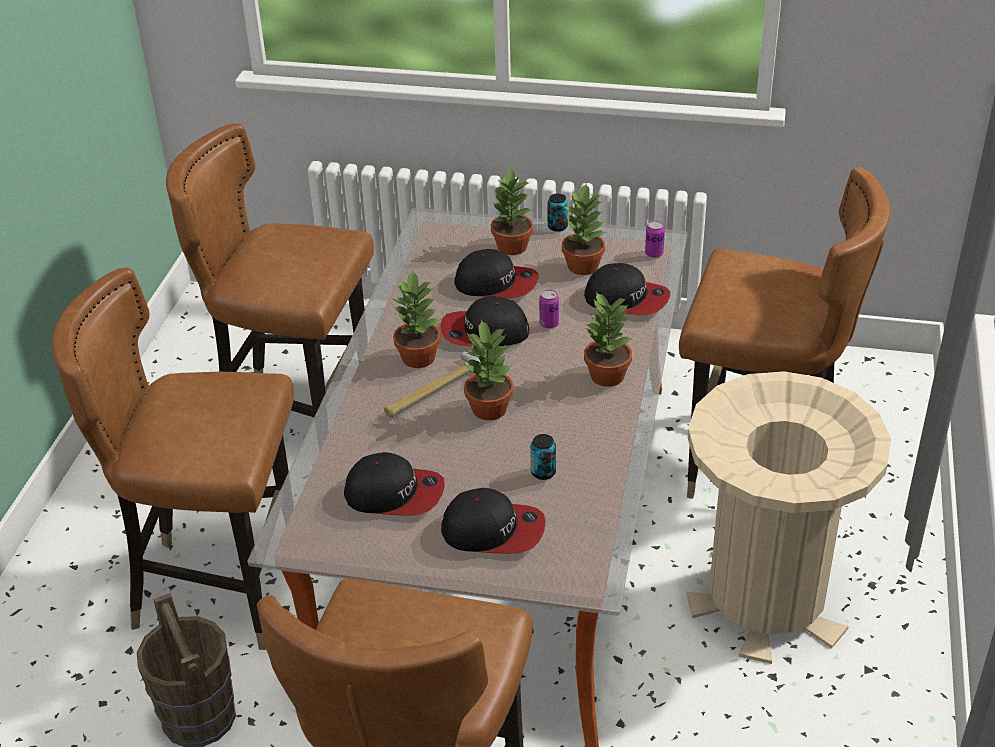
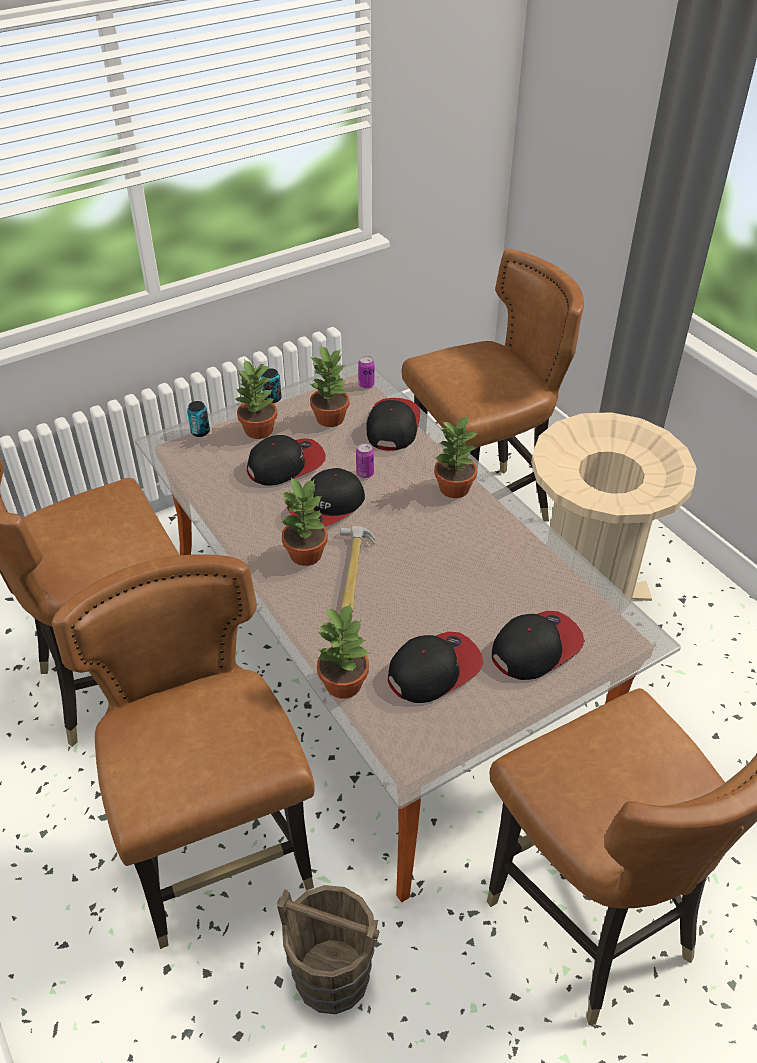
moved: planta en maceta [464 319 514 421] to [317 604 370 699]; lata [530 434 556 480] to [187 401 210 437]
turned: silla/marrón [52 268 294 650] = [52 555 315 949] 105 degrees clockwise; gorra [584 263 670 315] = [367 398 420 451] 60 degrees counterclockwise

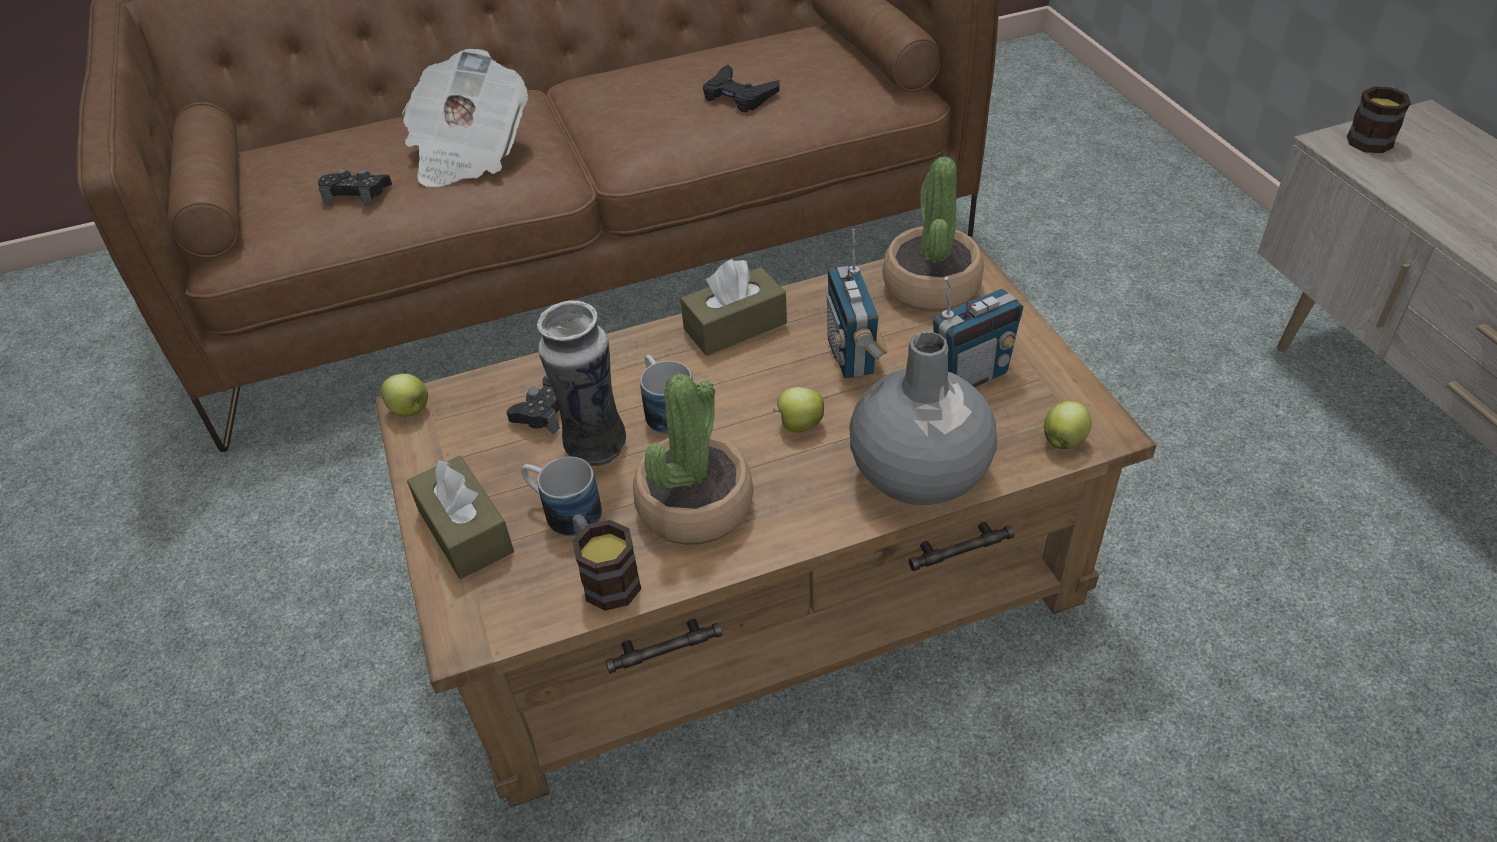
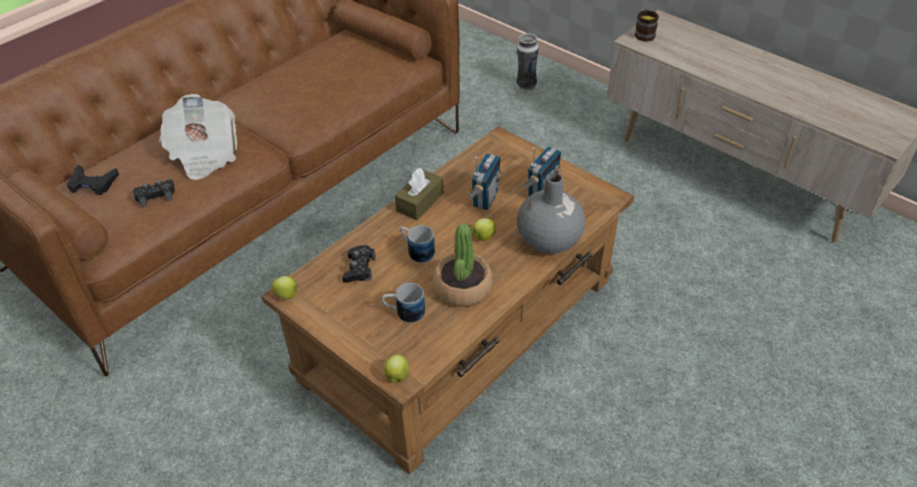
removed: caja de pañuelos/marrón [407 455 514 579]; taza grande [572 514 641 611]; planta en maceta [883 156 984 312]
moved: florero [537 301 626 466] to [516 33 539 90]; mando de consola/negro [703 65 780 112] to [67 165 119 195]; manzana [1044 401 1092 449] to [384 354 409 383]
turned: radio [827 229 888 378] = [467 154 502 210] 120 degrees counterclockwise

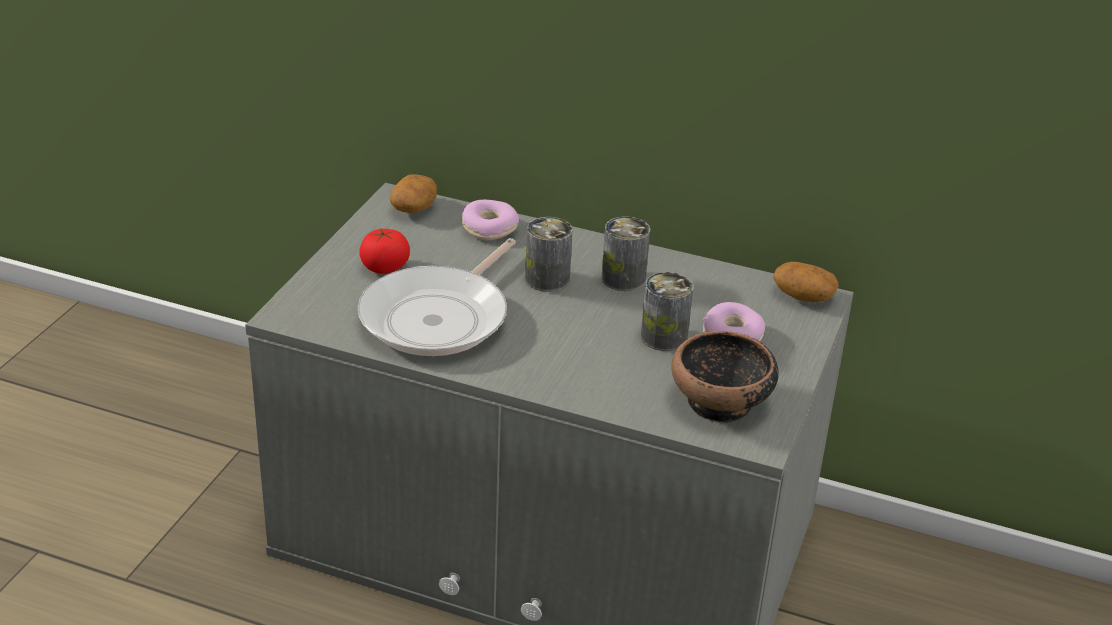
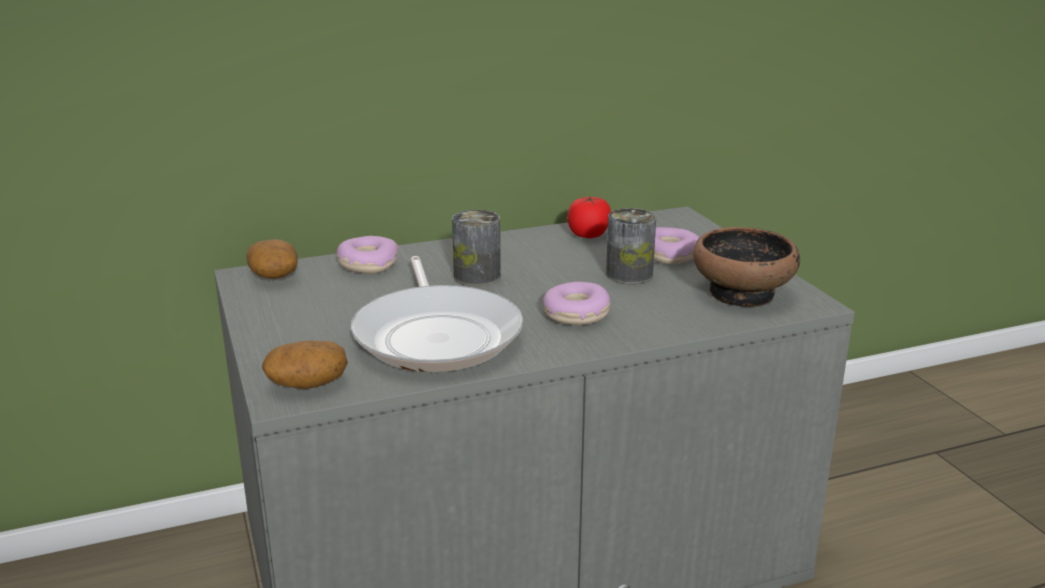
removed: lata [601 216 650 291]
added: rosquilla [543 282 611 325]
moved: tomate [359 228 410 274] to [567 197 611 238]; patata [773 262 839 302] to [262 341 348 389]

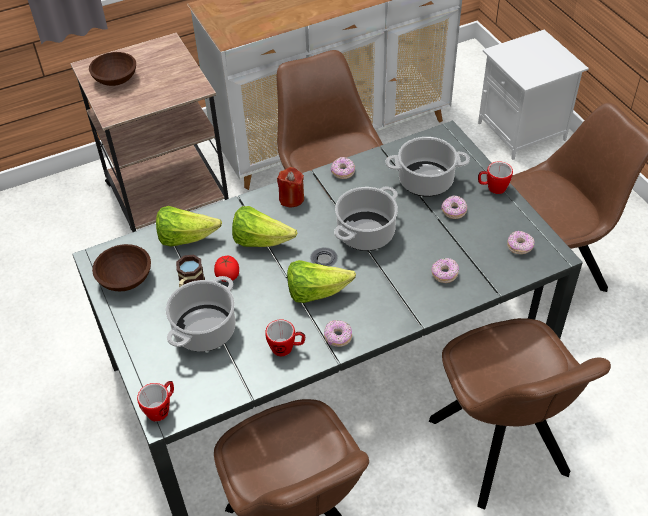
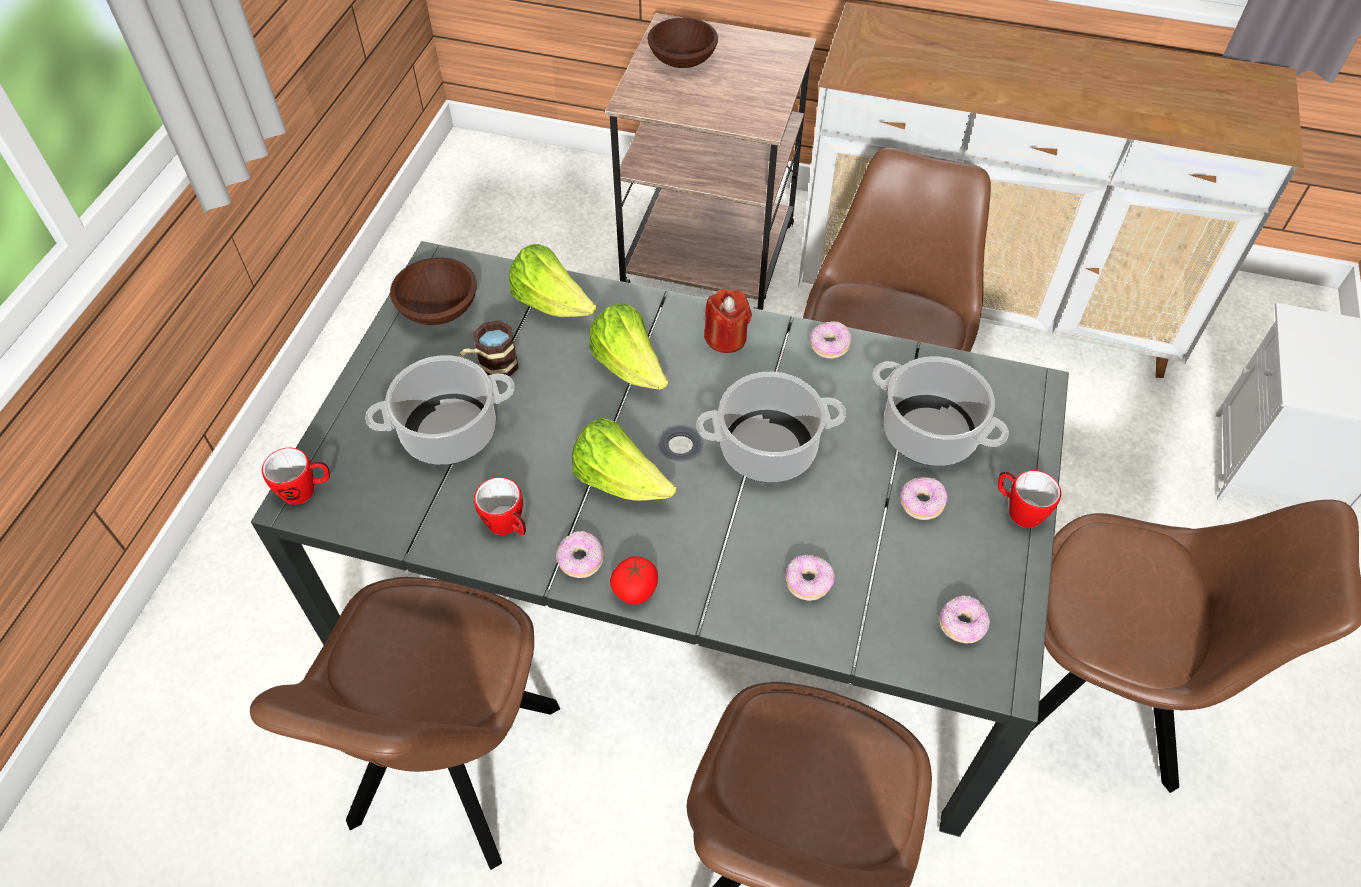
moved: tomate [214 256 239 282] to [610 556 658 605]

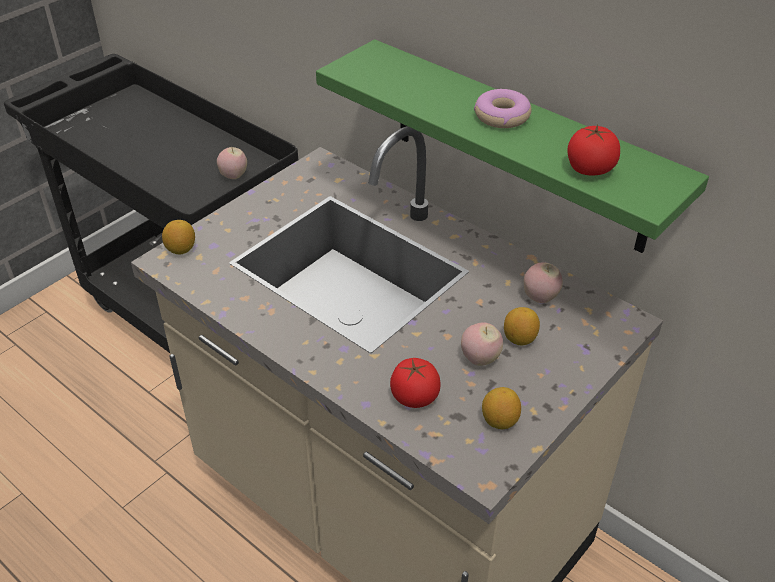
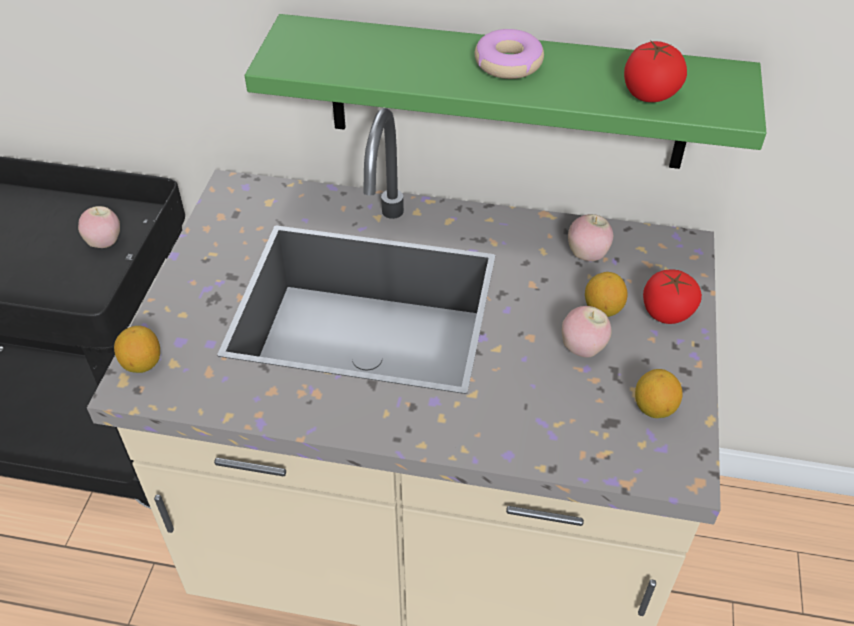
moved: tomate [390 358 441 408] to [643 270 702 324]

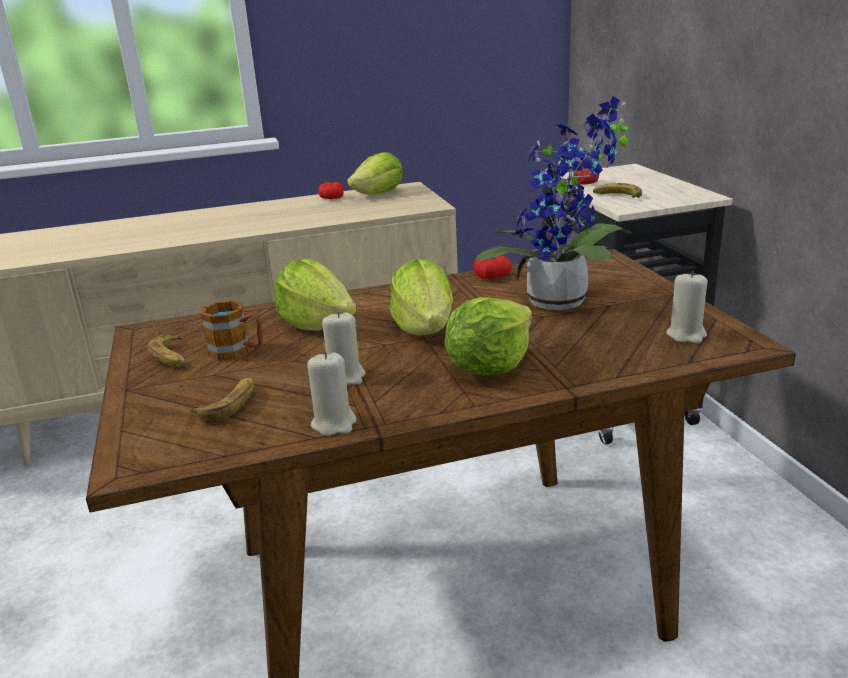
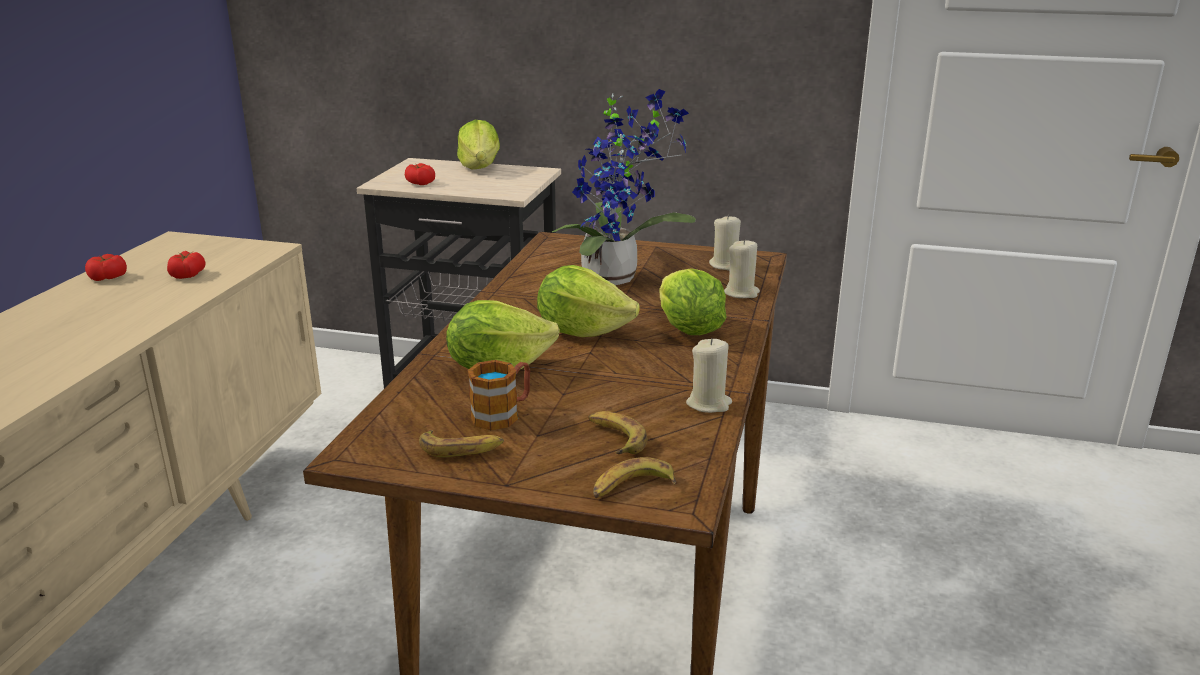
moved: vela/beis [322 311 366 385] to [724 239 760 298]; lechuga [347 152 403 195] to [457 120 500 170]; tomate [474 254 512 279] to [167 251 205 279]; plátano [593 183 642 198] to [593 457 676 498]

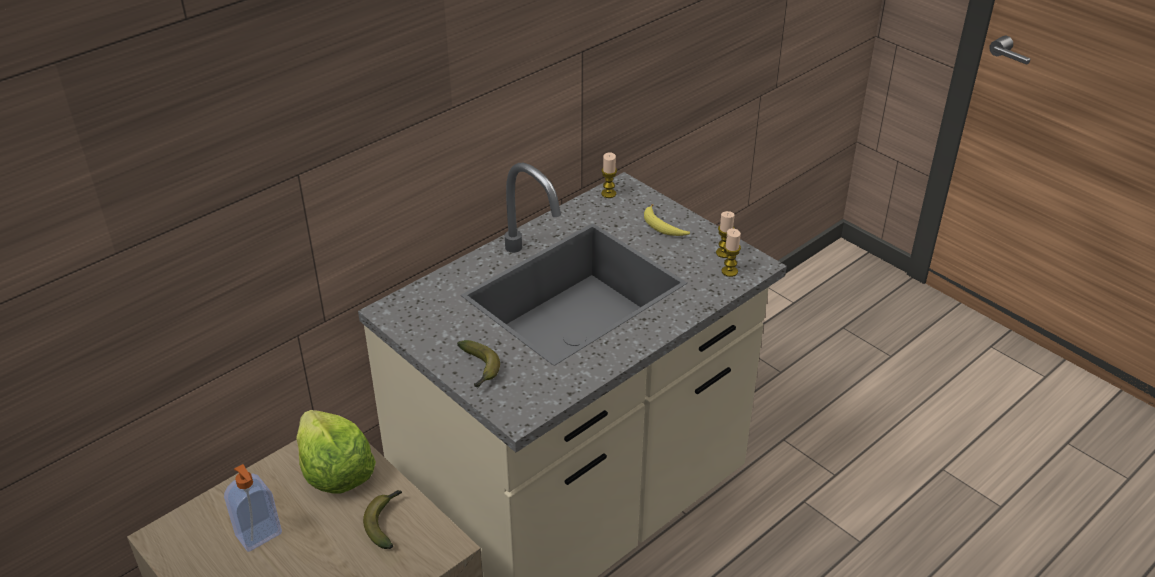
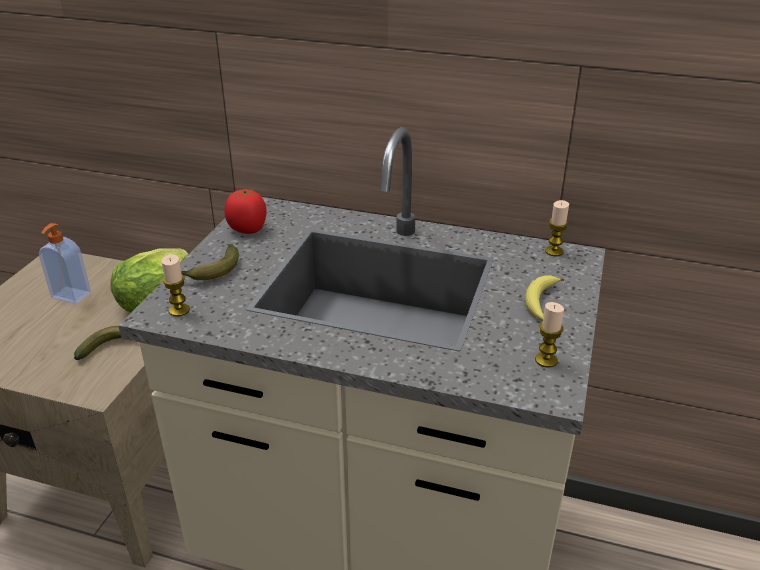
added: tomate [224 189 267 234]
moved: vela [721 228 741 277] to [161 254 190 317]

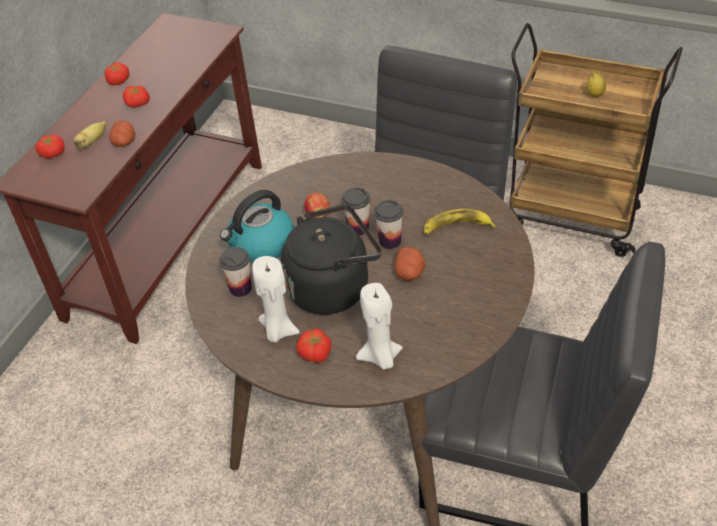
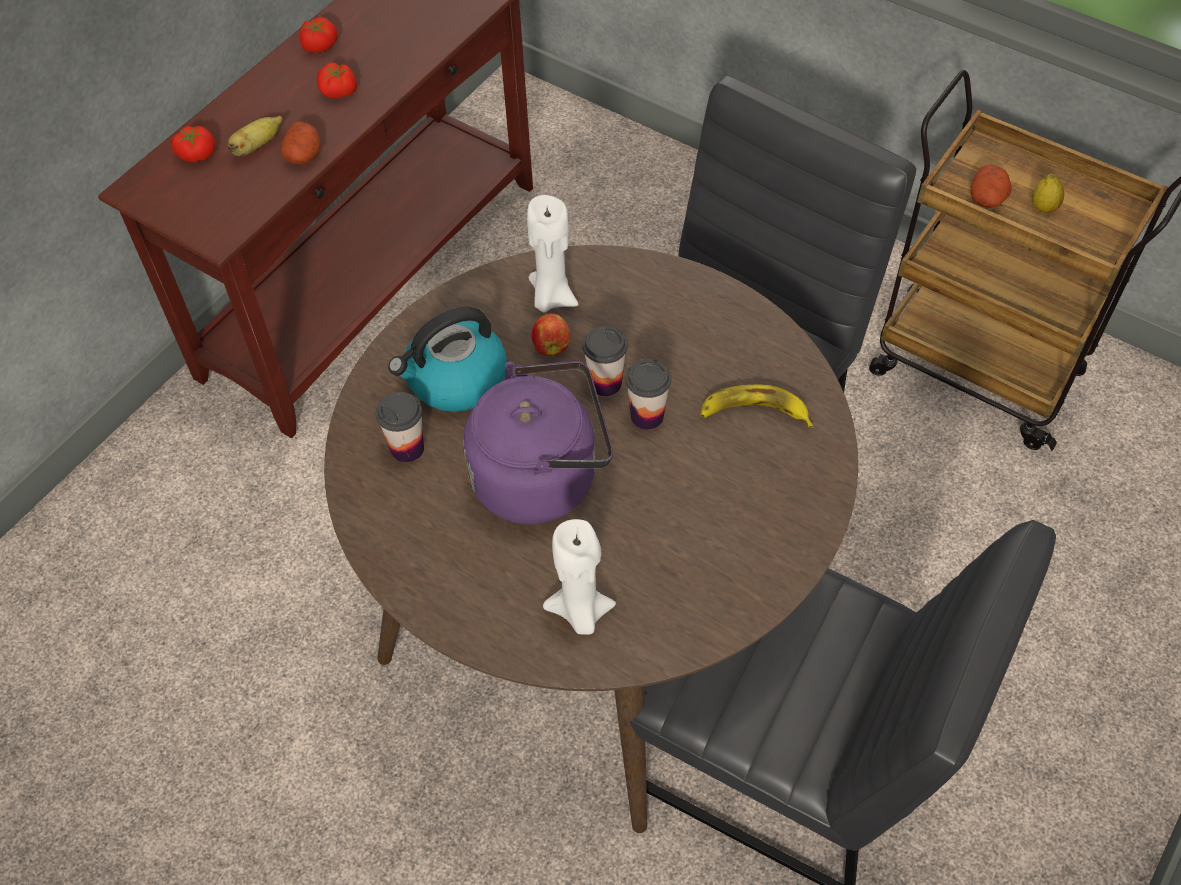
removed: tomate [296 329 331 363]
moved: vela/blanco [252 256 300 343] to [527 195 578 312]; patata [394 247 426 280] to [971 164 1012 208]
recoloured: hervidor/negro [281 205 381 315] to hervidor/morado [463 361 613 525]

